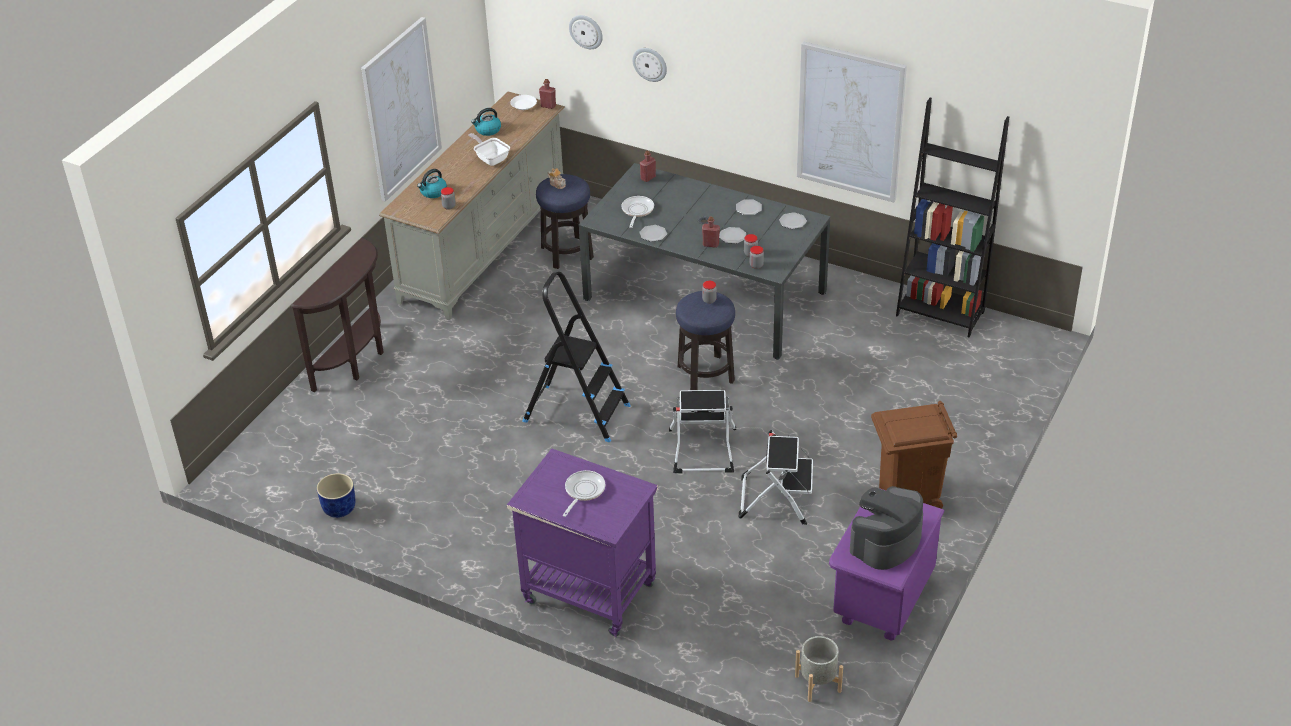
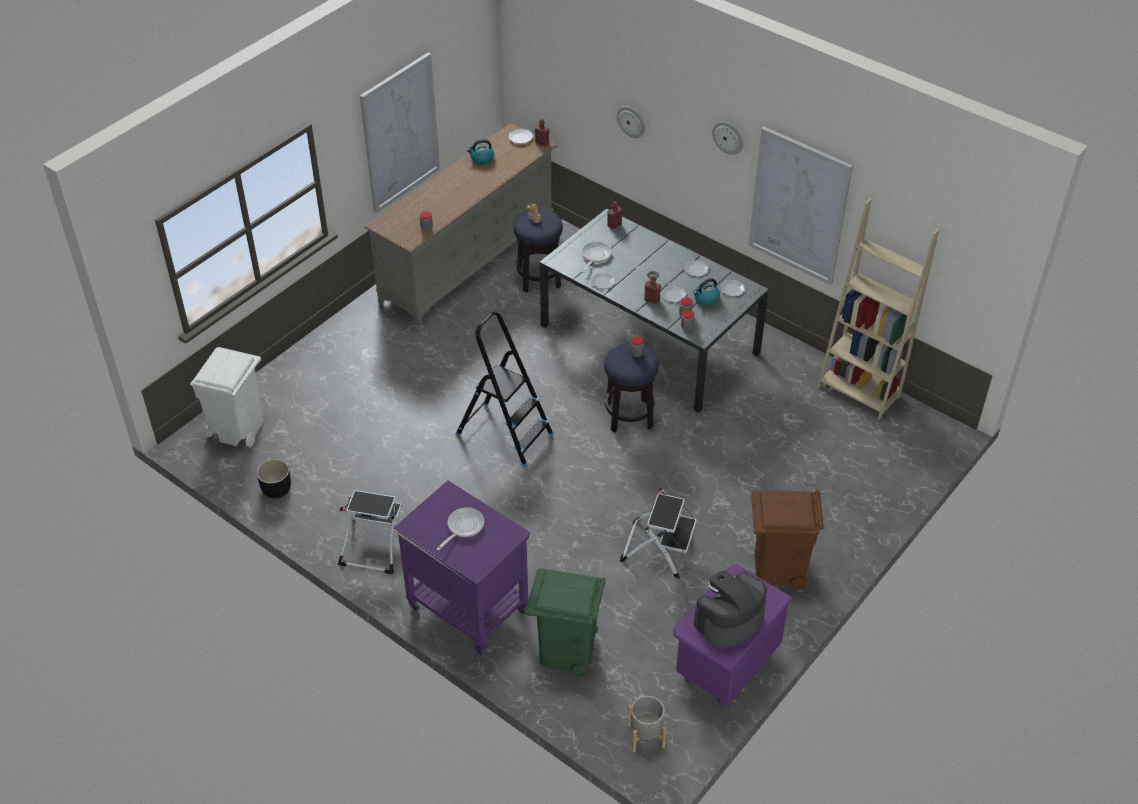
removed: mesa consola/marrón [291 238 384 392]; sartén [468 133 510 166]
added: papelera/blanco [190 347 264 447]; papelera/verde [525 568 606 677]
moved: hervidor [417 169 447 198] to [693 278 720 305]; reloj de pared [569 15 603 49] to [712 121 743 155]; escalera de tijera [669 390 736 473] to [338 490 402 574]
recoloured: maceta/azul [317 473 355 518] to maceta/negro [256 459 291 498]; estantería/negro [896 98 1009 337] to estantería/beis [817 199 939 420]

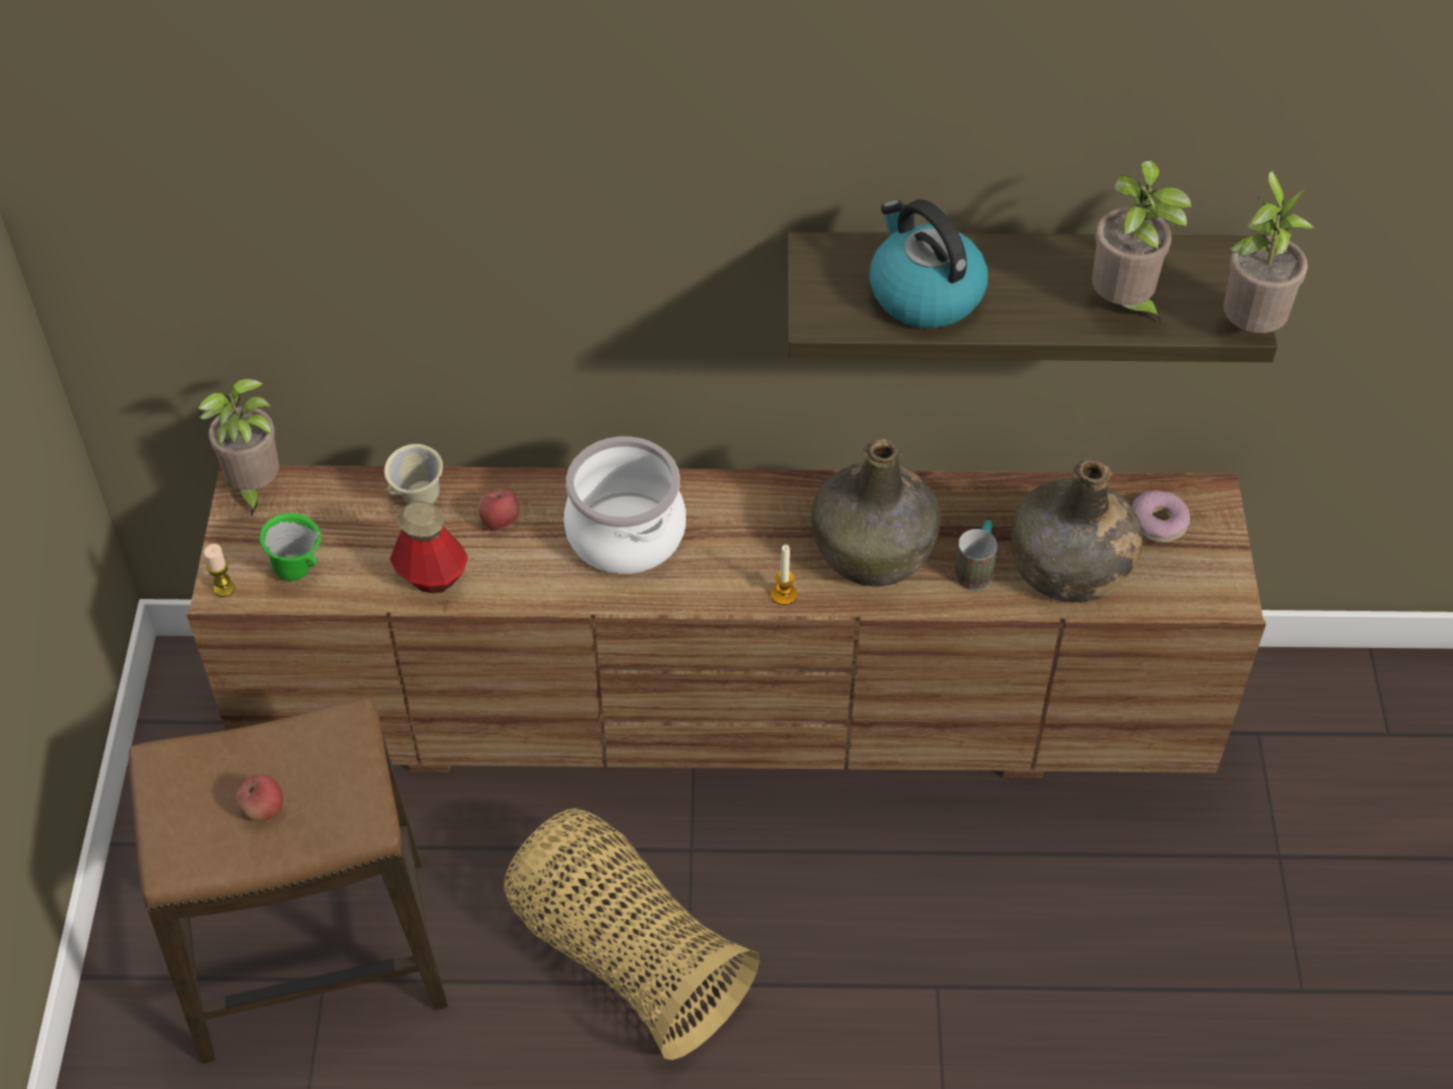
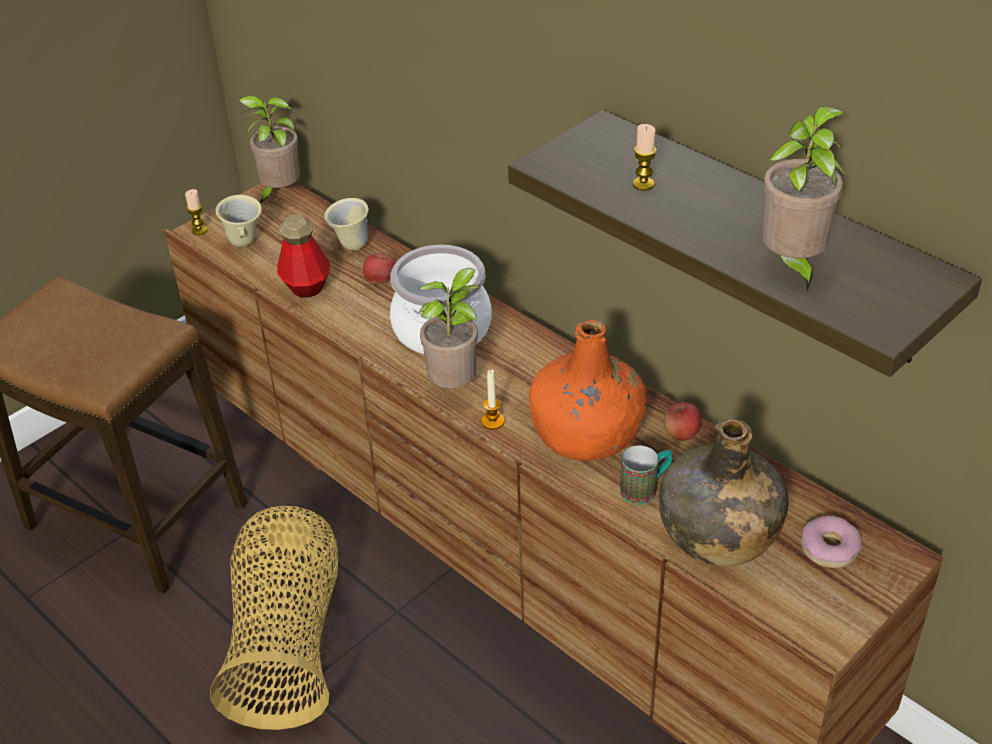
moved: manzana [237 774 283 821] to [664 402 701 441]; planta en maceta [1223 171 1315 333] to [418 268 481 388]
replaced: hervidor [869 200 988 328] to vela [633 124 657 190]
recoloured: taza grande/verde [260 513 321 581] to taza grande/beis [216 195 262 247]; botella/verde [811 439 941 587] to botella/naranja [529 320 648 461]

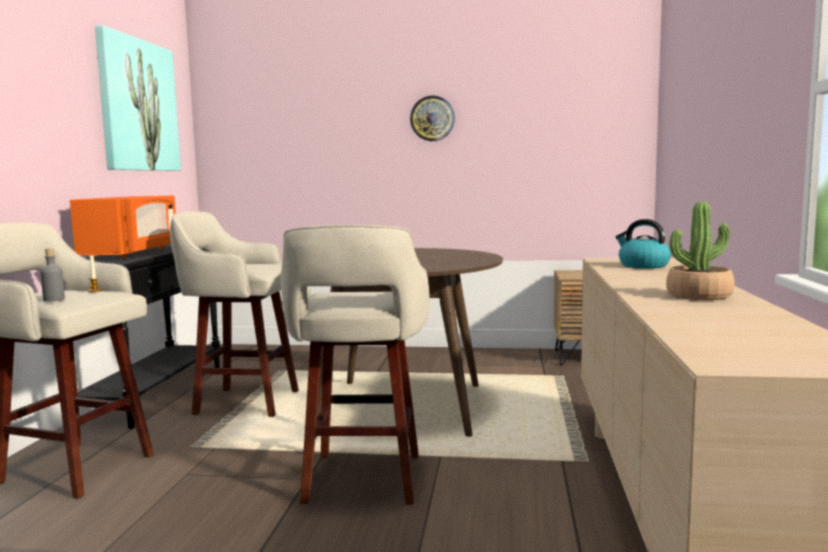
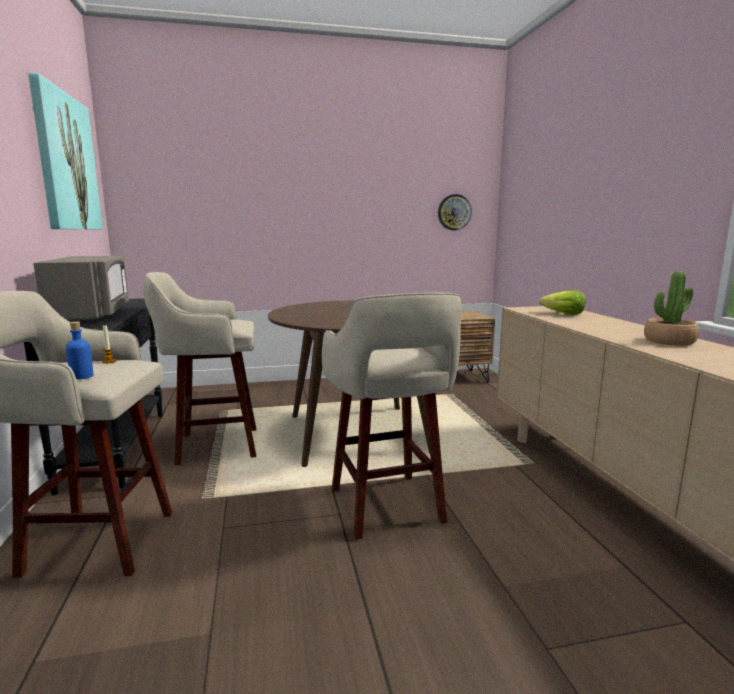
moved: reloj de pared [410 96 455 141] to [438 194 472 230]
replaced: hervidor [616 219 671 269] to lechuga [539 290 586 315]
recoloured: botella/gris [41 248 65 302] to botella/azul [66 322 94 380]; microondas/naranja [70 196 176 258] to microondas/gris [33 256 129 321]

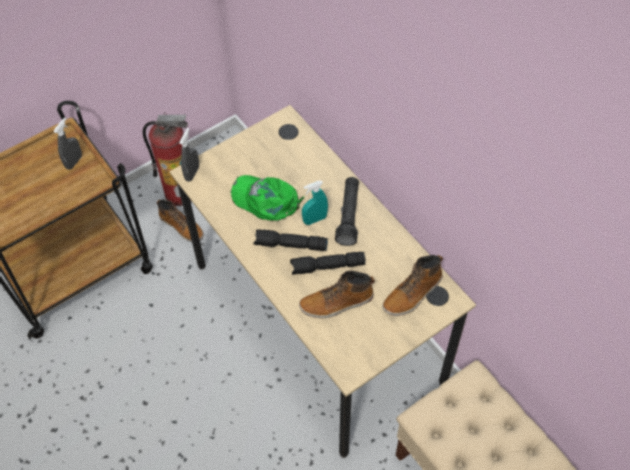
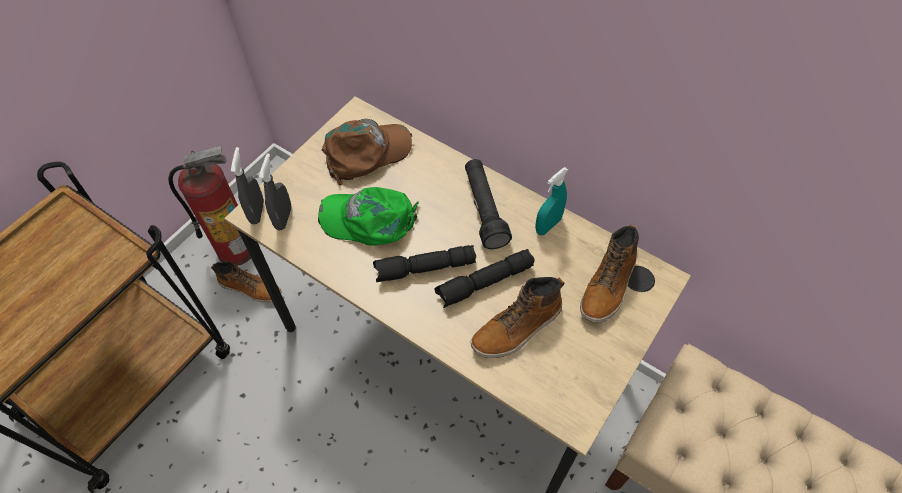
added: gorra/marrón [321 120 412 185]
moved: pulverizador/gris [54 118 82 170] to [259 153 292 231]; pulverizador/turquesa [302 181 328 225] to [535 167 568 235]

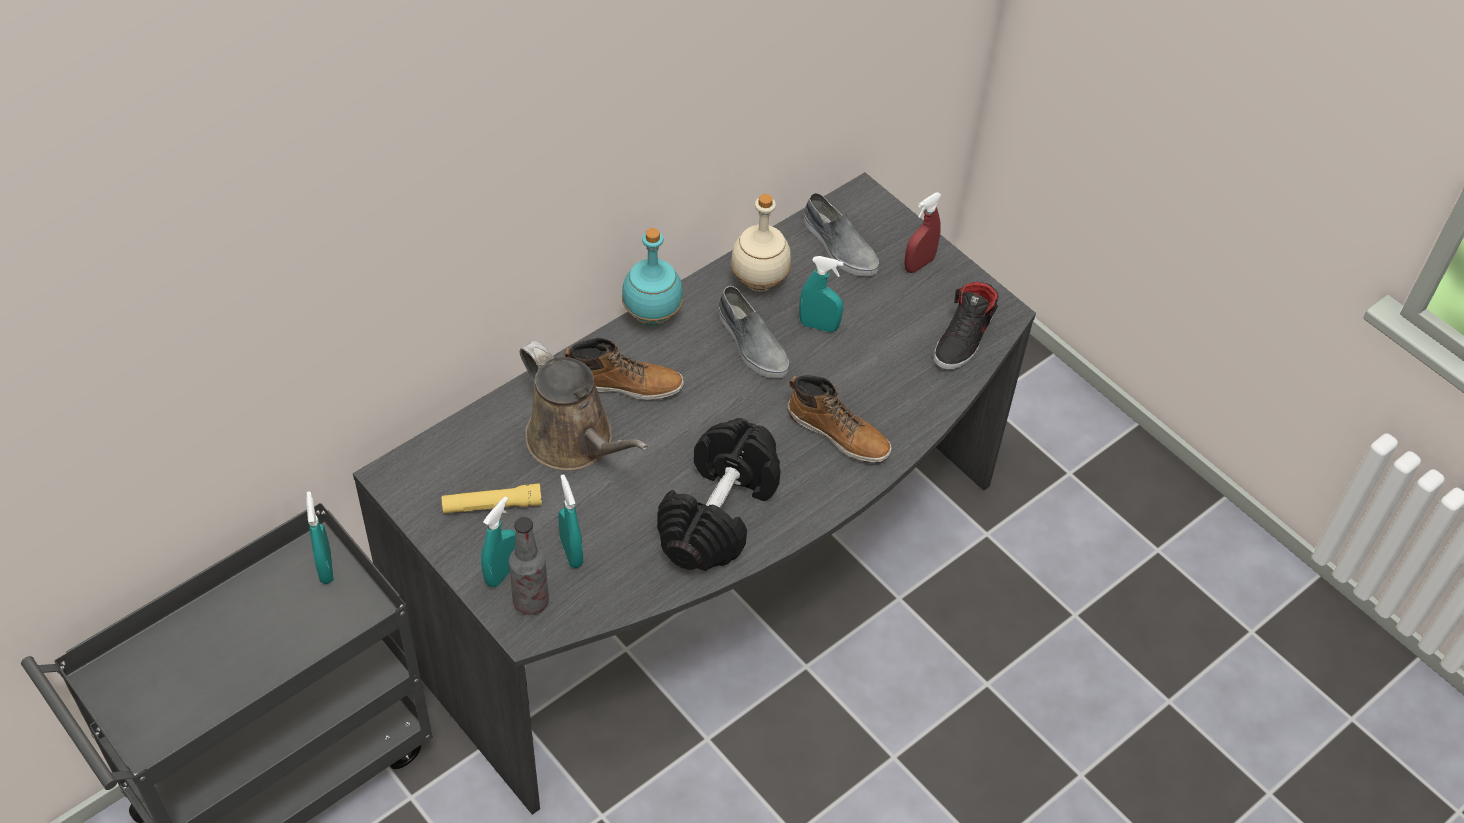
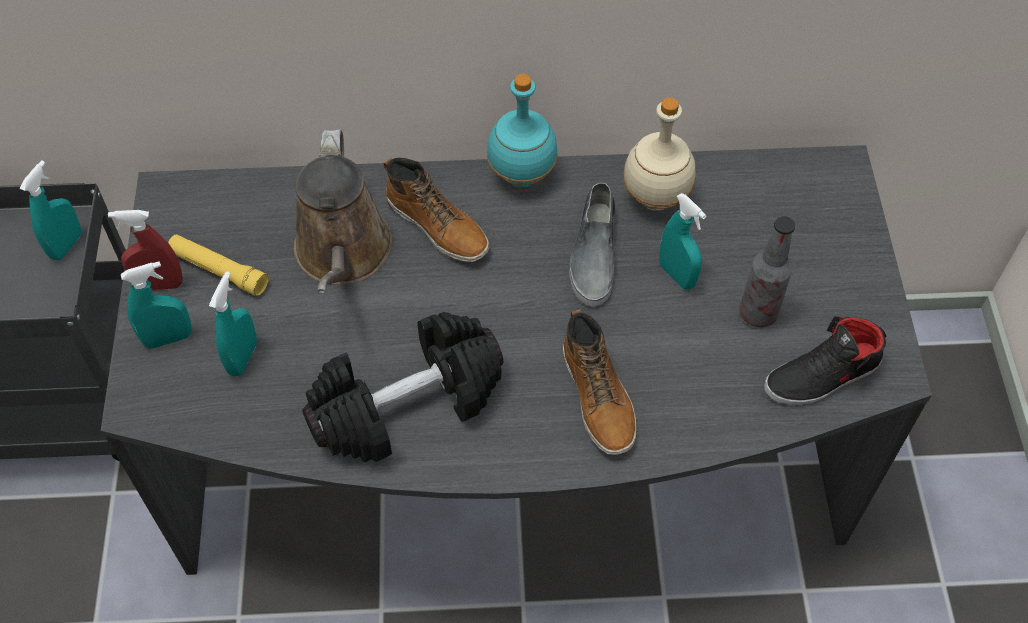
removed: zapato/gris [804 193 879 276]
moved: botella [509 517 549 615] to [740 216 795 328]; pulverizador/rojo [904 192 942 273] to [108 210 183 290]

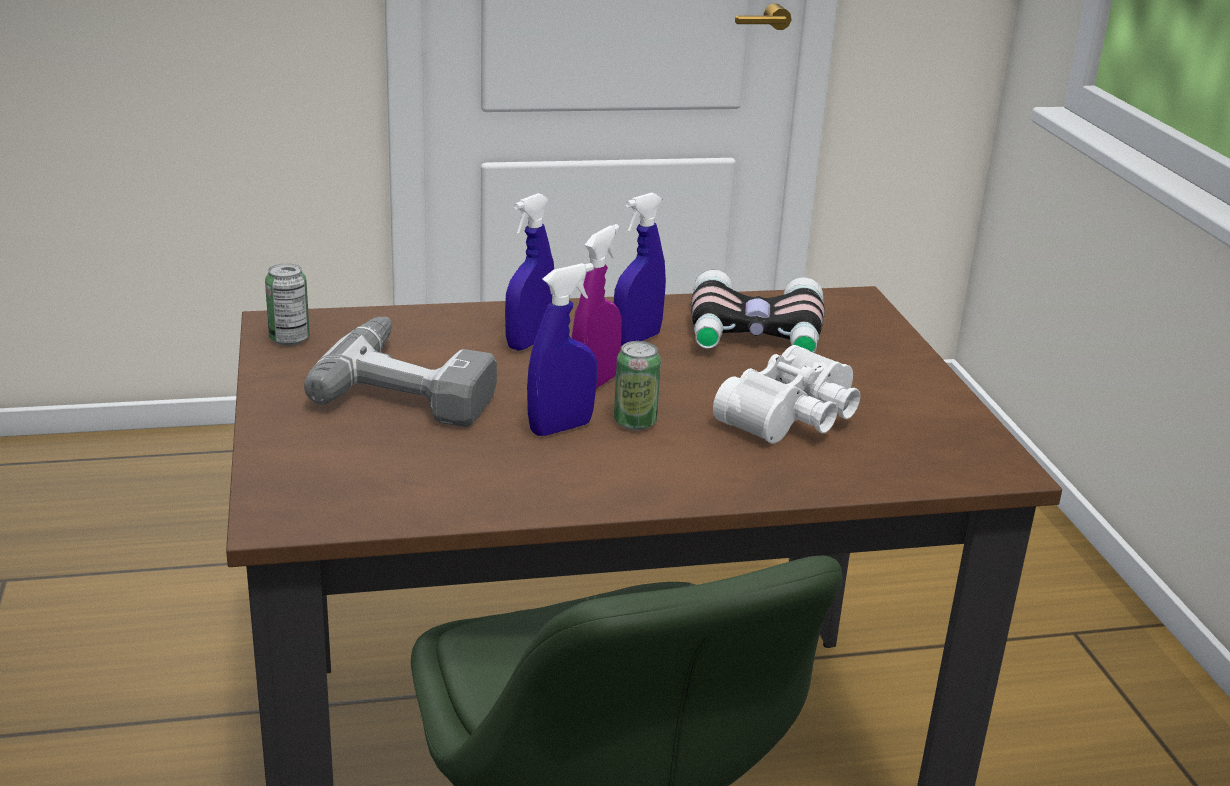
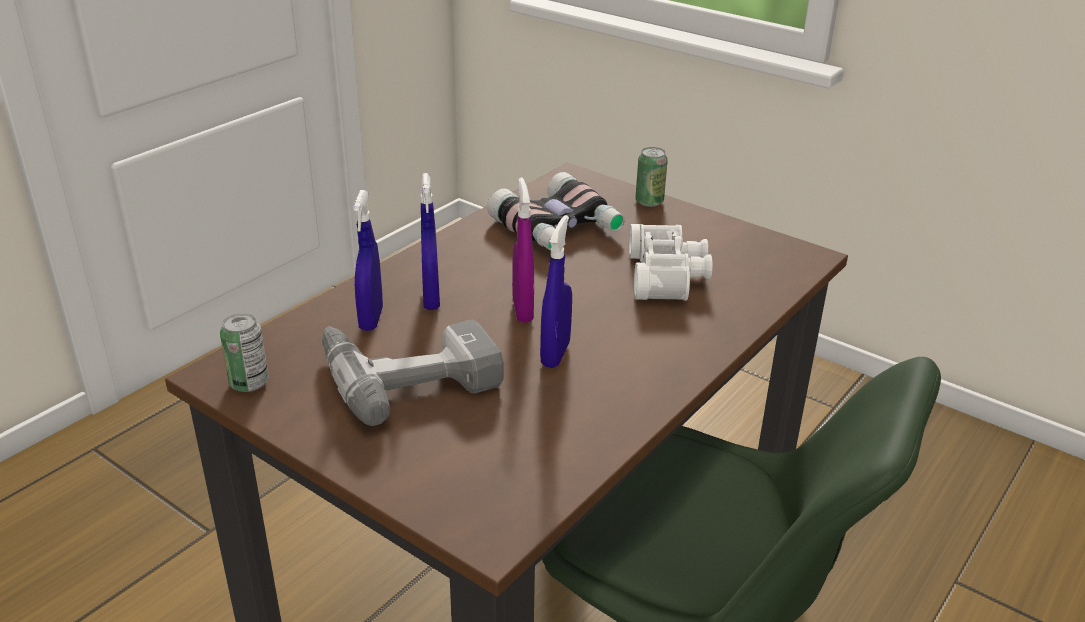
moved: pulverizador/azul [614 192 666 346] to [353 190 383 331]; lata [614 341 661 430] to [635 147 668 207]

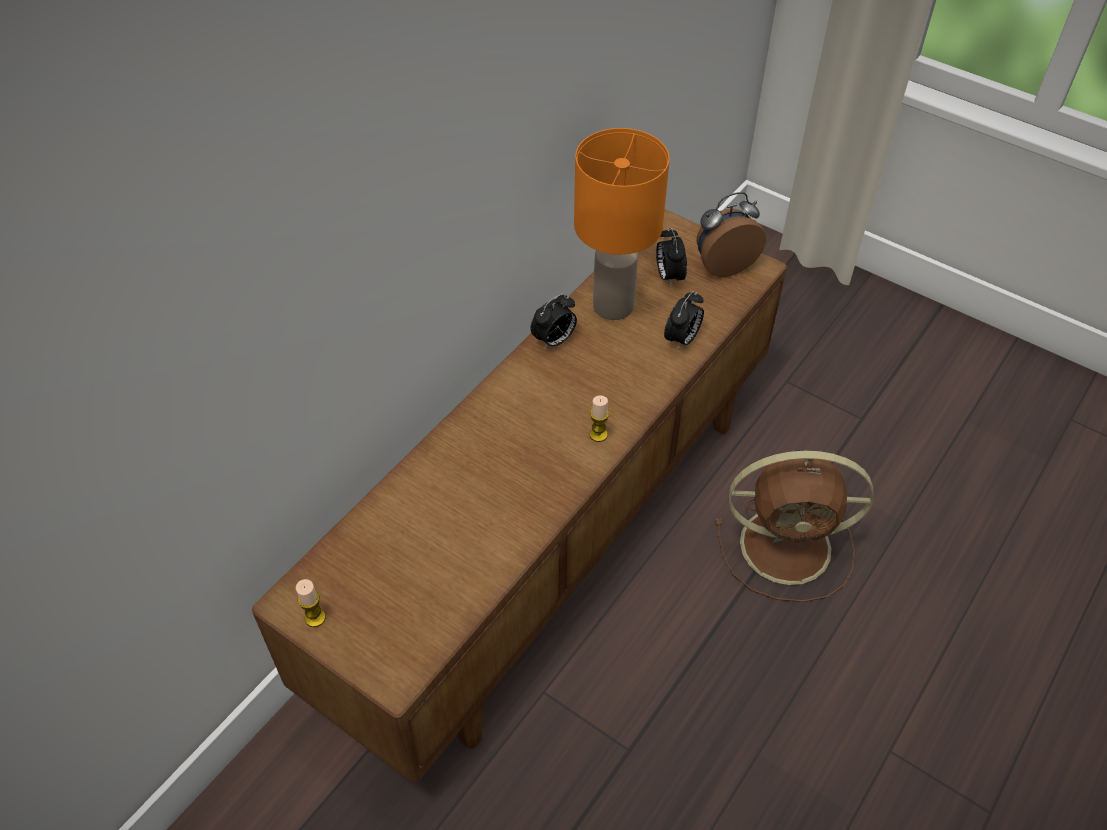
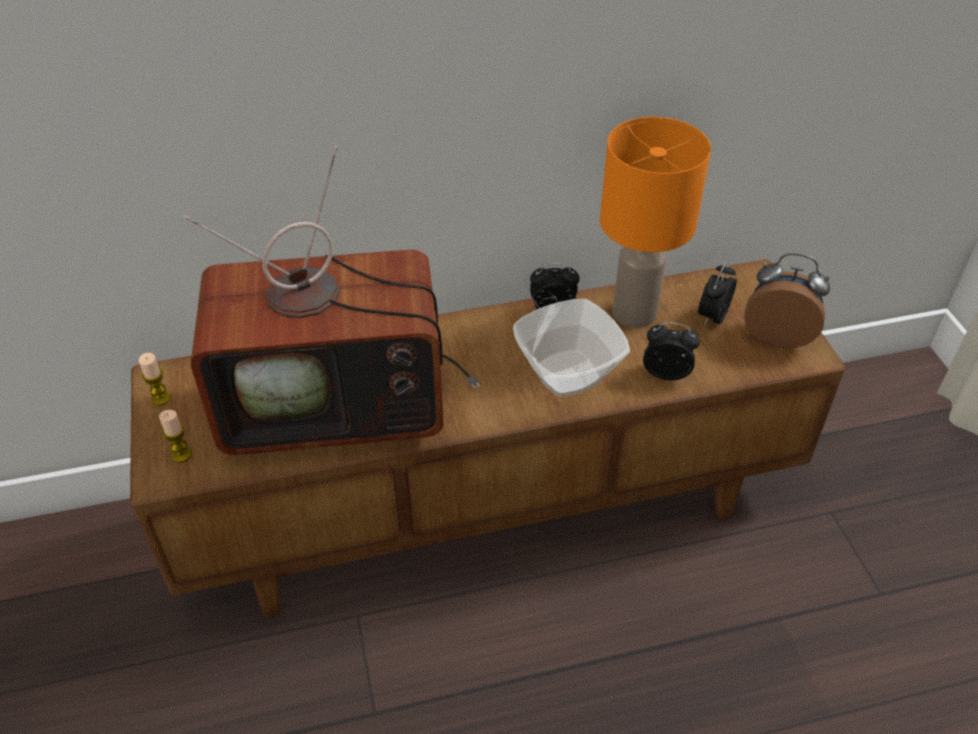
removed: ventilador/marrón [715 450 874 602]
added: televisor [184 146 480 455]; cuenco [513 298 630 397]
moved: vela [589 396 609 442] to [159 410 192 463]
turned: despertador [664 291 704 349] = [643 322 700 380] 150 degrees counterclockwise

